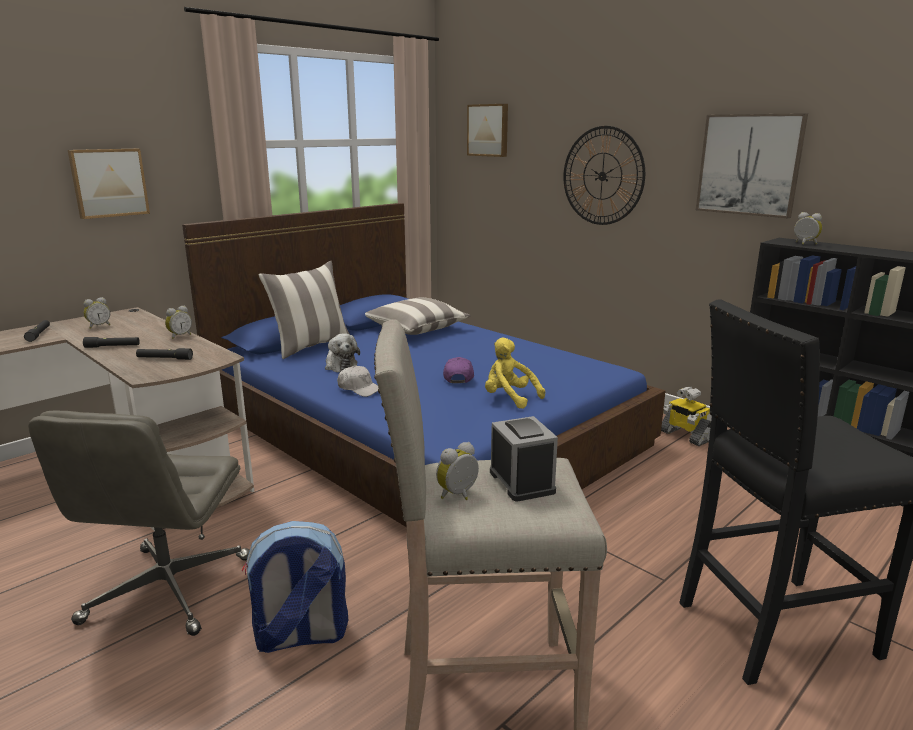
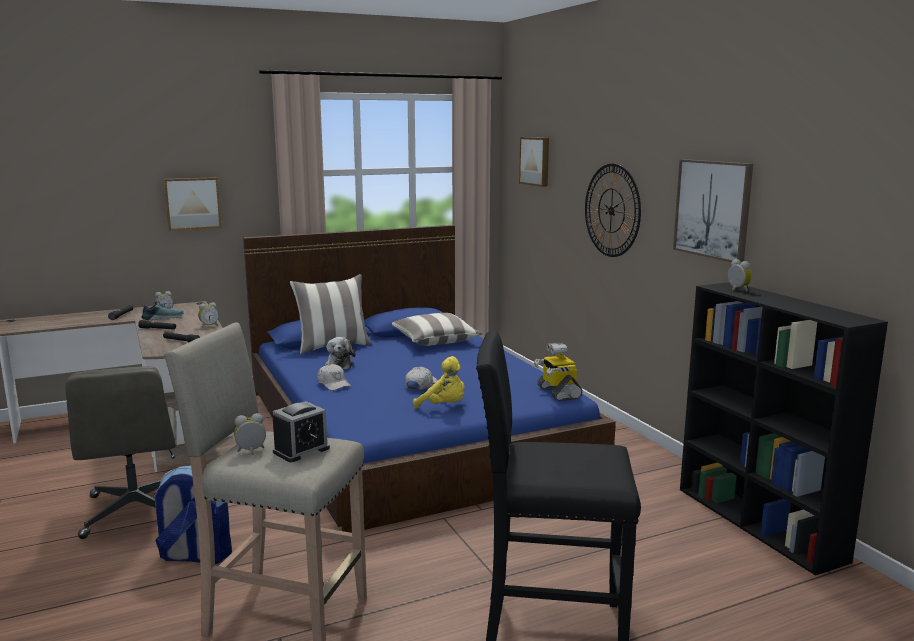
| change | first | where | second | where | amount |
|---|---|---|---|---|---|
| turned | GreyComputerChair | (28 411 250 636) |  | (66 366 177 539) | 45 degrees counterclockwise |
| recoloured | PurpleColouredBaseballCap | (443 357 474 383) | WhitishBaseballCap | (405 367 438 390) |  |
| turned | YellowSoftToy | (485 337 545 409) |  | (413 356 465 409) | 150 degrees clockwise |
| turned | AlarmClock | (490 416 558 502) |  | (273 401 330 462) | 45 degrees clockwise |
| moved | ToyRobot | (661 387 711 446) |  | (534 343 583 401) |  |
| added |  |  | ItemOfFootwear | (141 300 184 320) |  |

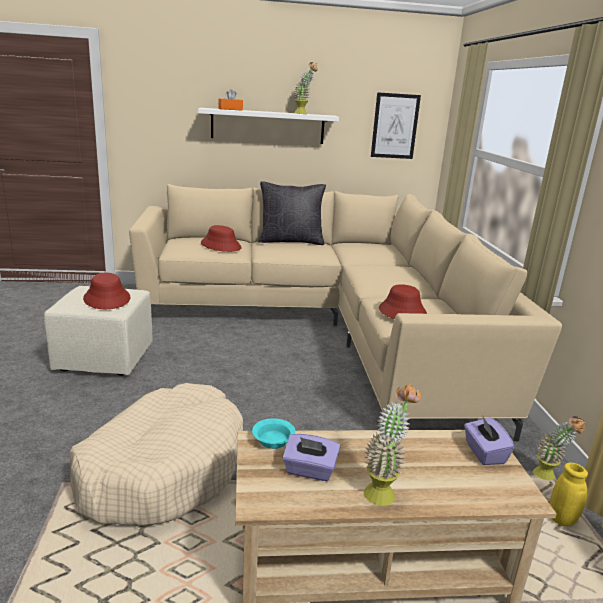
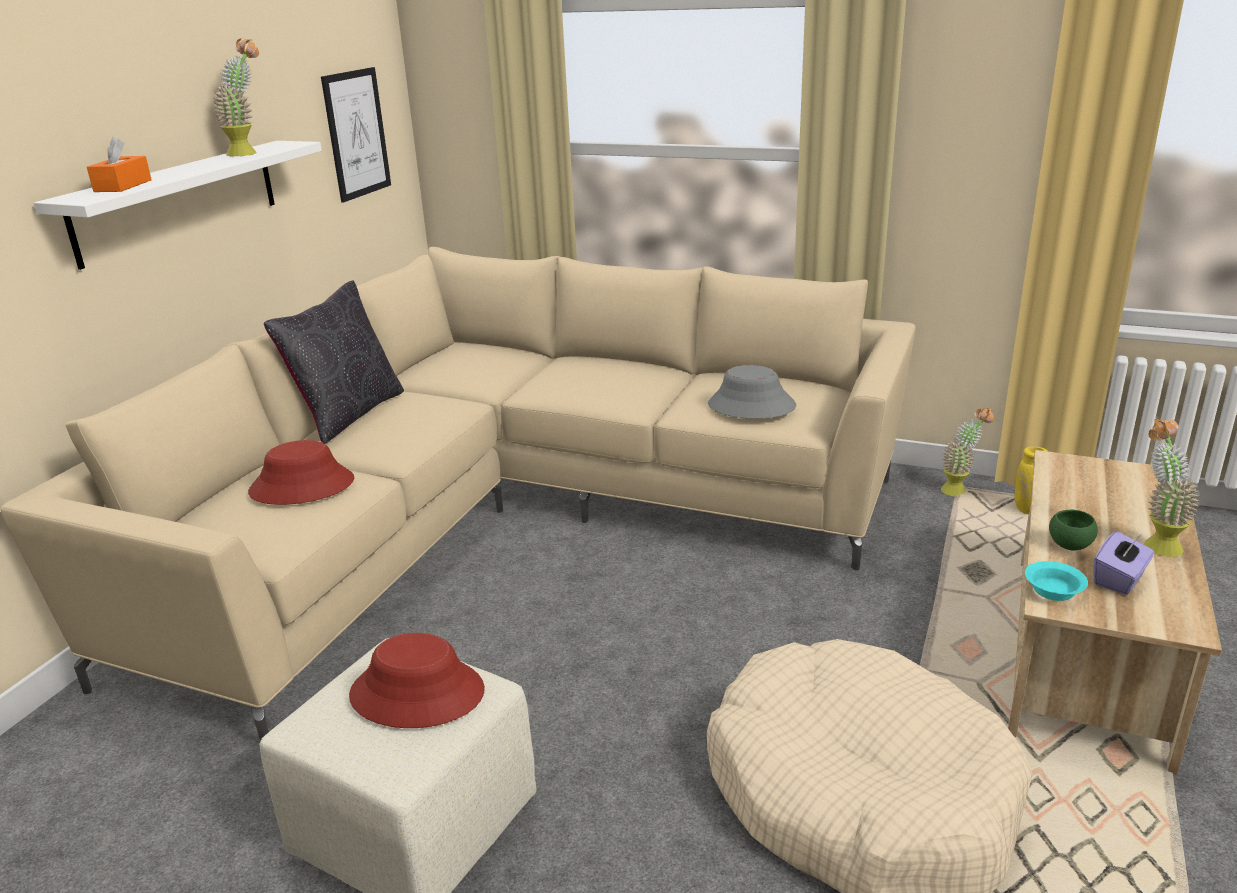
| change | first | where | second | where | amount |
|---|---|---|---|---|---|
| recoloured | ReddishHat | (379 284 427 319) | GreyHat | (708 365 796 419) |  |
| removed | PurpleColouredTissueBox | (464 415 515 465) |  |  |  |
| added |  |  | GreenishServingBowl | (1049 510 1098 550) |  |

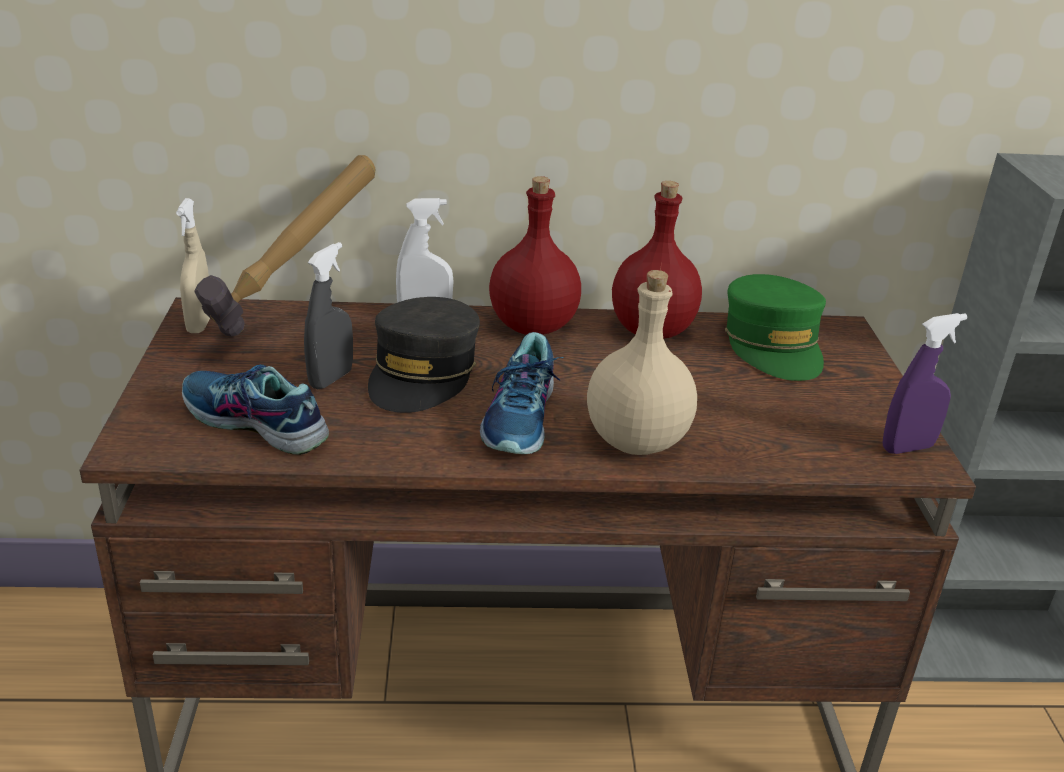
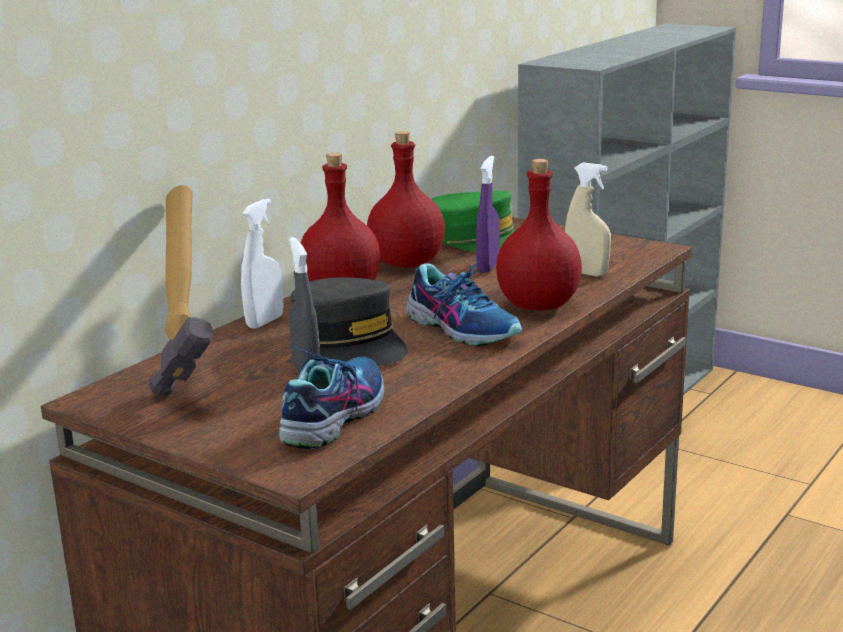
| change | first | where | second | where | amount |
|---|---|---|---|---|---|
| moved | BeigeColouredSprayBottle | (176 198 210 333) |  | (565 163 611 276) |  |
| turned | ItemOfFootwear | (182 365 329 455) |  | (279 347 384 450) | 135 degrees clockwise |
| recoloured | BeigeColouredBottle | (587 270 697 455) | ReddishBottle | (496 159 582 310) |  |
| moved | PurpleColouredSprayBottle | (883 313 967 454) |  | (476 156 500 273) |  |

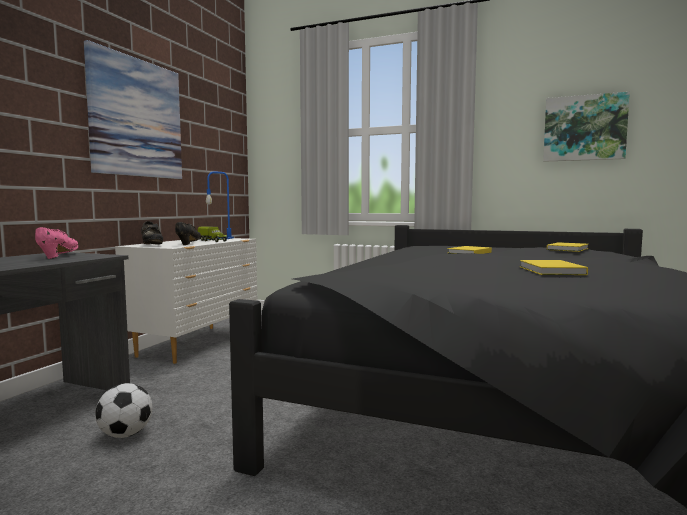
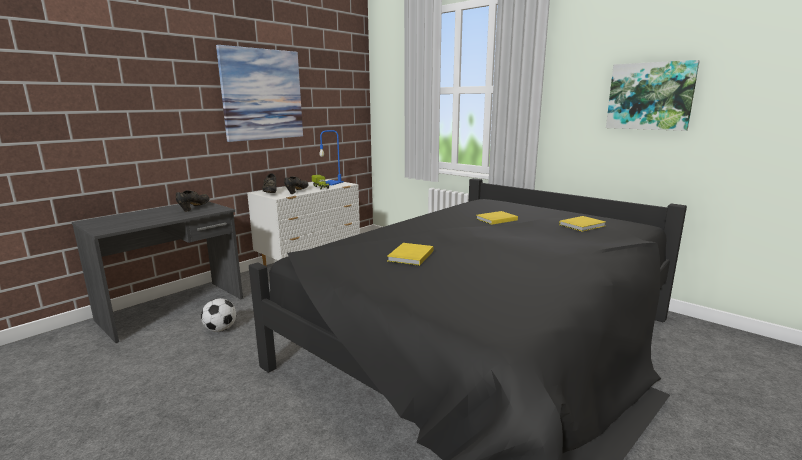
| change | first | where | second | where | amount |
|---|---|---|---|---|---|
| recoloured | PinkItemOfFootwear | (35 227 78 259) | BlackItemOfFootwear | (176 190 209 212) |  |
| moved | YellowBook | (520 260 588 275) |  | (387 243 433 266) |  |

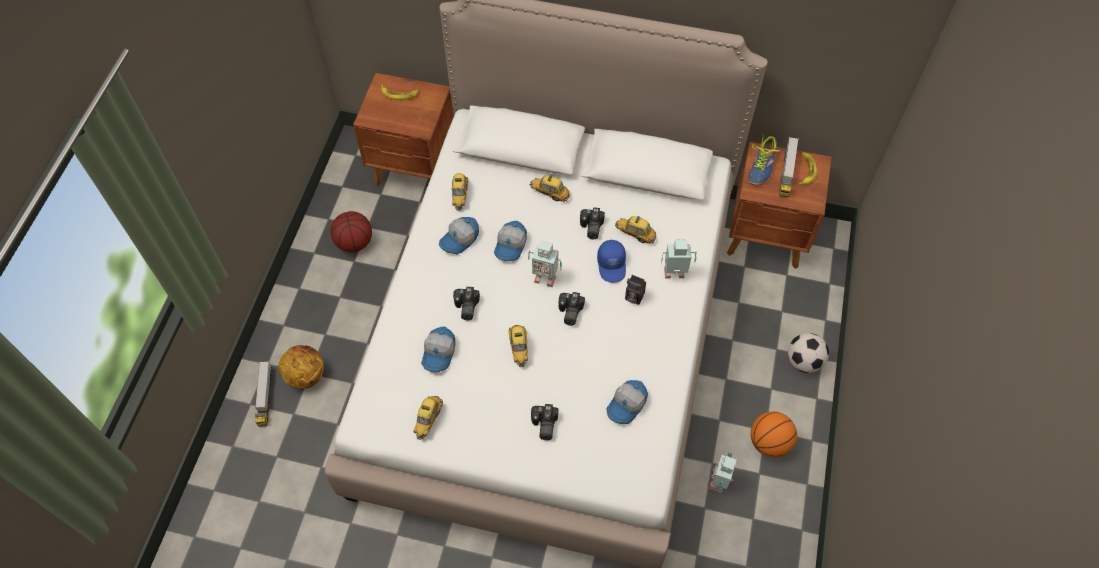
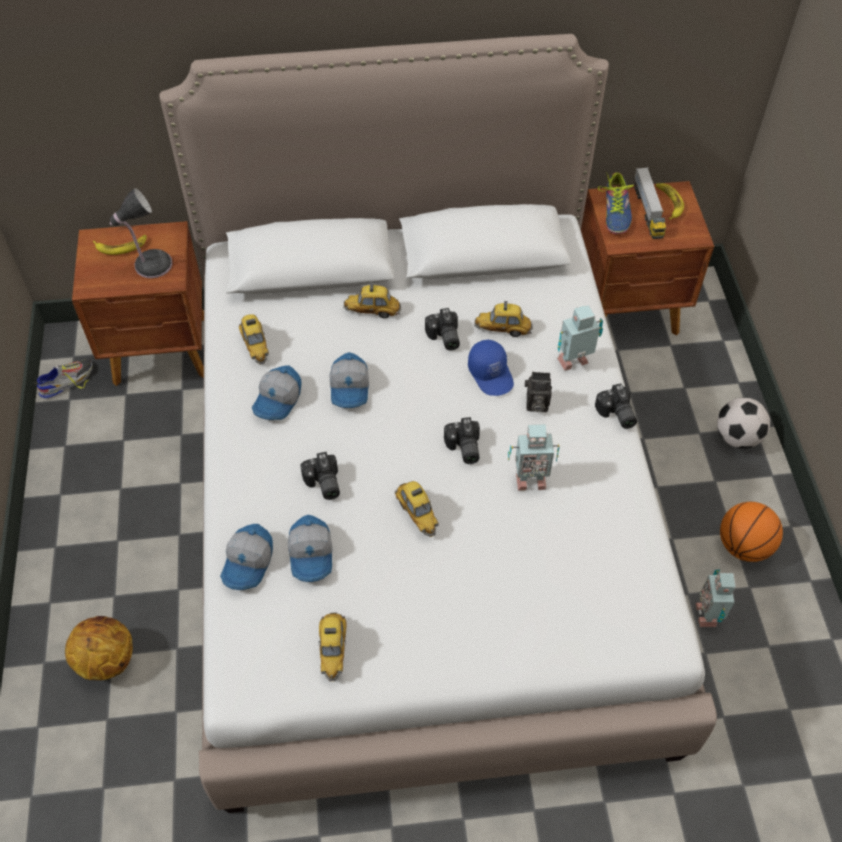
| change | first | where | second | where | amount |
|---|---|---|---|---|---|
| removed | ToyLorry | (255 361 272 427) |  |  |  |
| removed | BallForBasketball | (330 211 372 252) |  |  |  |
| moved | ToyRobot | (528 240 562 287) |  | (508 424 560 490) |  |
| moved | StillCamera | (531 404 558 440) |  | (595 383 637 429) |  |
| moved | BaseballCap | (606 380 648 424) |  | (220 524 273 590) |  |
| added |  |  | ItemOfFootwear | (35 359 92 398) |  |
| added |  |  | TableLamp | (110 188 172 278) |  |

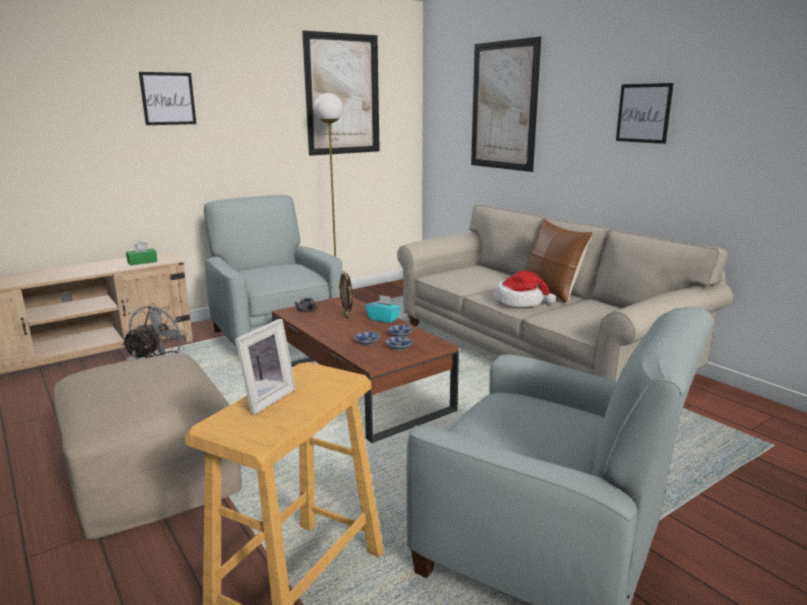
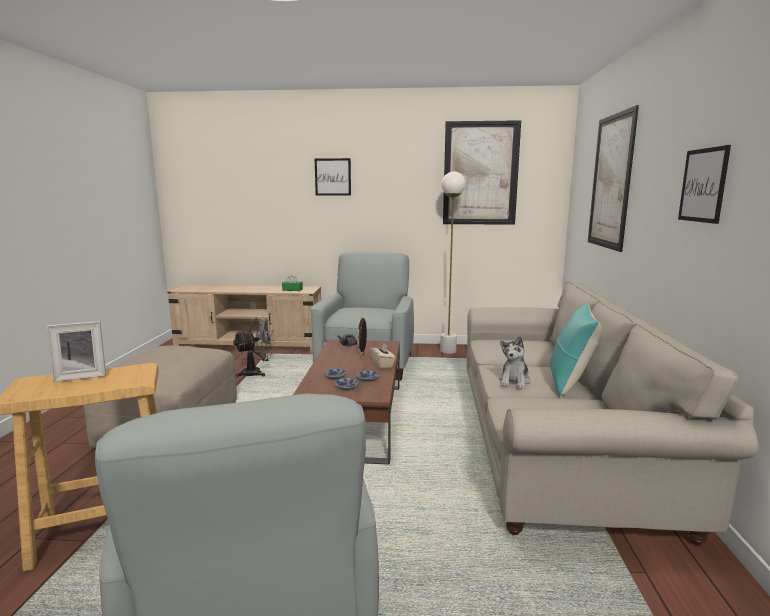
| change | first | where | second | where | amount |
|---|---|---|---|---|---|
| recoloured | TurquoiseTissueBox | (365 295 401 323) | BeigeColouredTissueBox | (370 343 396 369) |  |
| replaced | Hat | (494 271 556 307) | SoftToy | (499 336 531 389) |  |
| recoloured | BrownThrowPillow | (525 219 593 303) | TurquoiseThrowPillow | (550 302 602 395) |  |

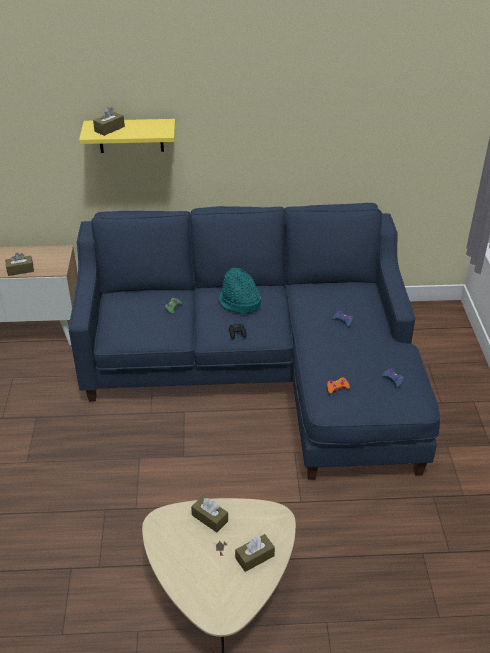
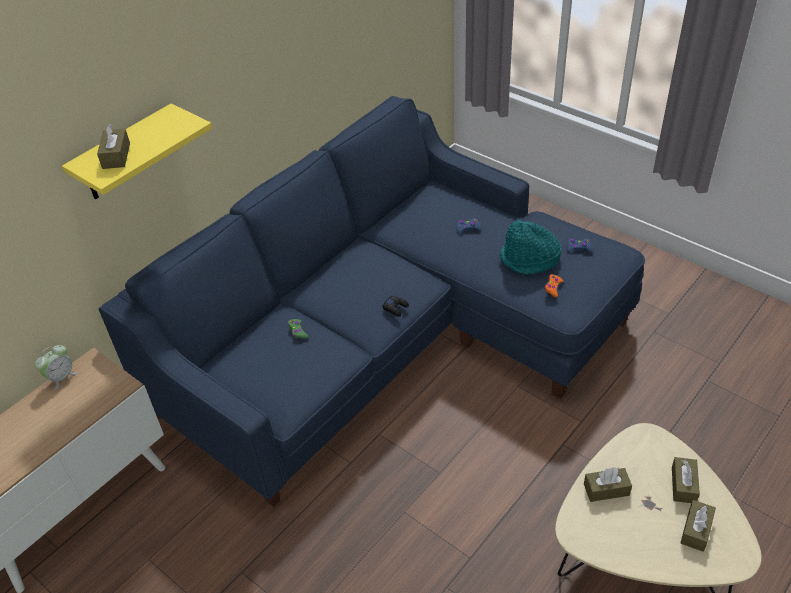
| change | first | where | second | where | amount |
|---|---|---|---|---|---|
| moved | BrownTissueBox | (5 253 34 276) |  | (680 500 716 552) |  |
| moved | TurquoiseHat | (219 268 261 314) |  | (500 220 562 274) |  |
| added |  |  | AlarmClock | (35 345 77 390) |  |

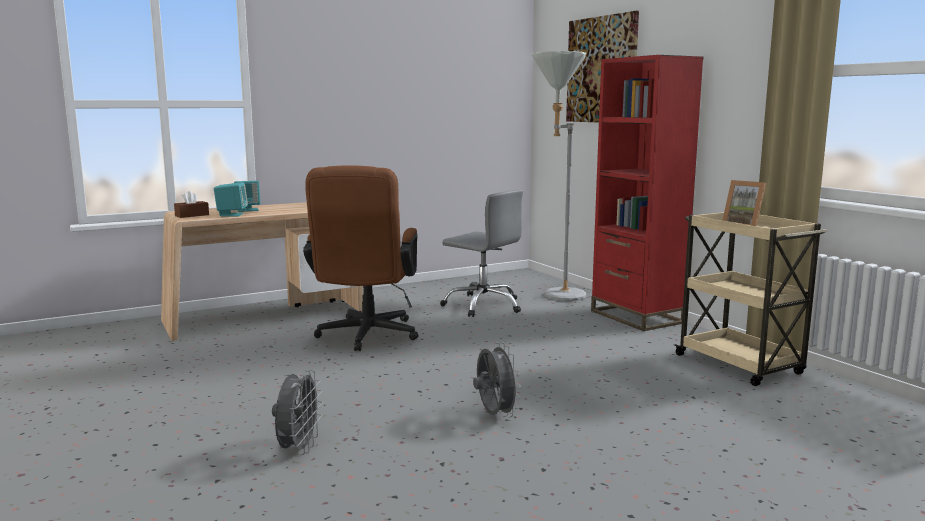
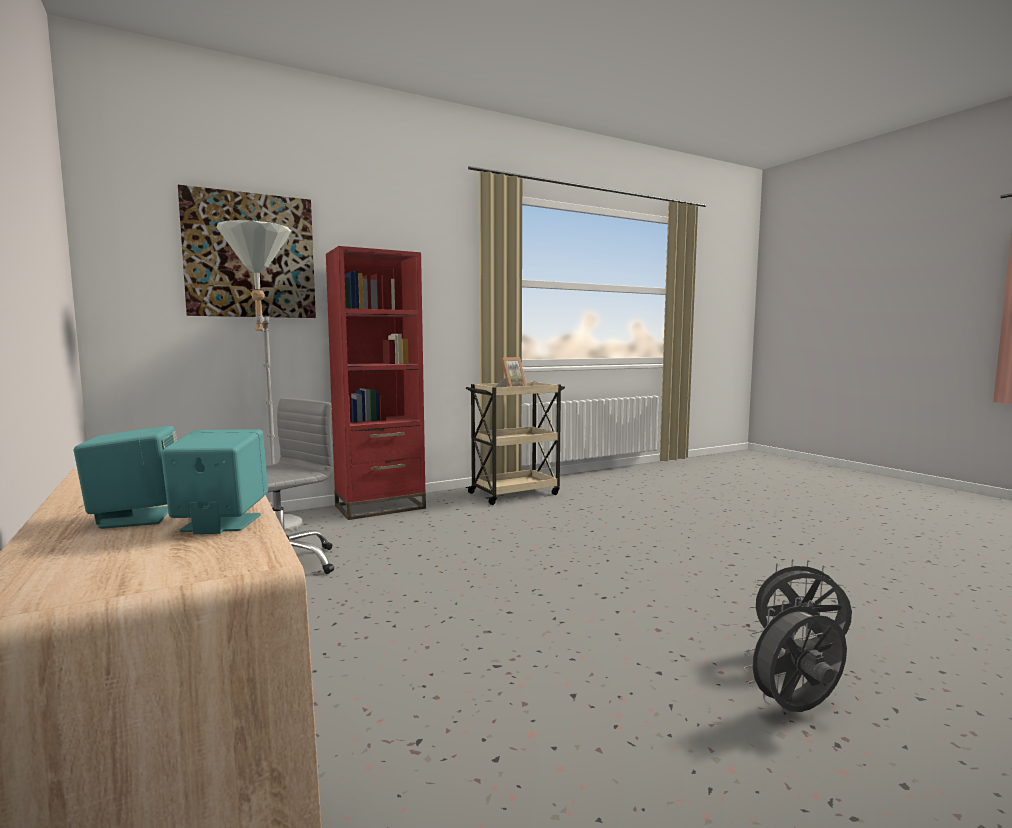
| change | first | where | second | where | amount |
|---|---|---|---|---|---|
| removed | BrownTissueBox | (174 191 209 218) |  |  |  |
| removed | BrownComputerChair | (303 165 418 351) |  |  |  |
| moved | GreyFan | (473 342 521 418) |  | (743 597 847 712) |  |

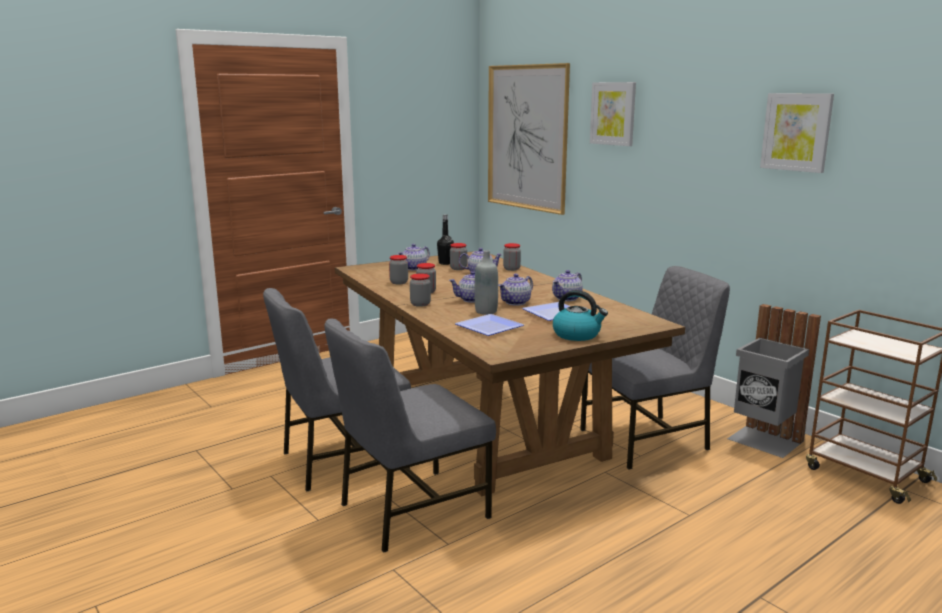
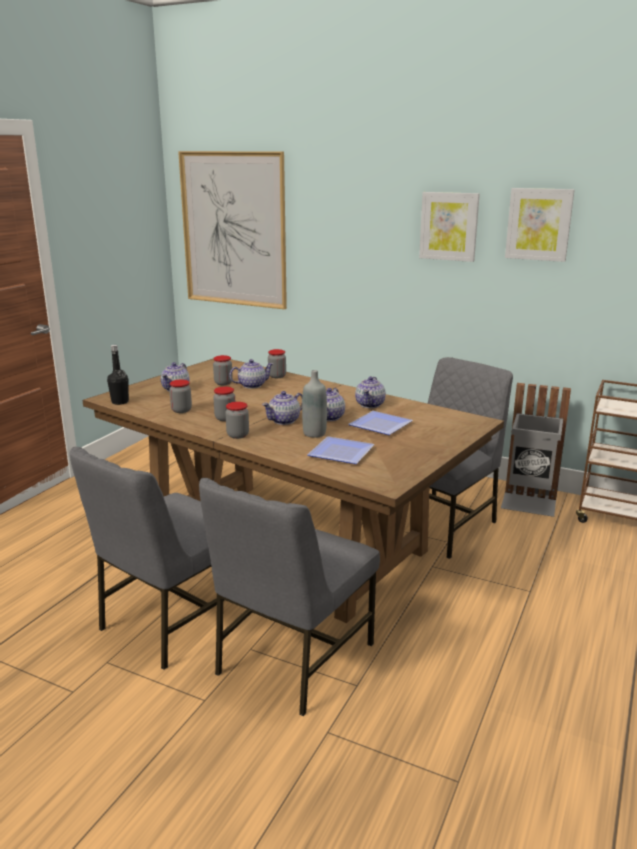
| change | first | where | second | where | amount |
|---|---|---|---|---|---|
| moved | BlackBottle | (437 215 454 265) |  | (107 345 129 405) |  |
| removed | TeaKettle | (553 290 608 341) |  |  |  |
| moved | WallPicture | (590 82 636 146) |  | (419 192 480 262) |  |

